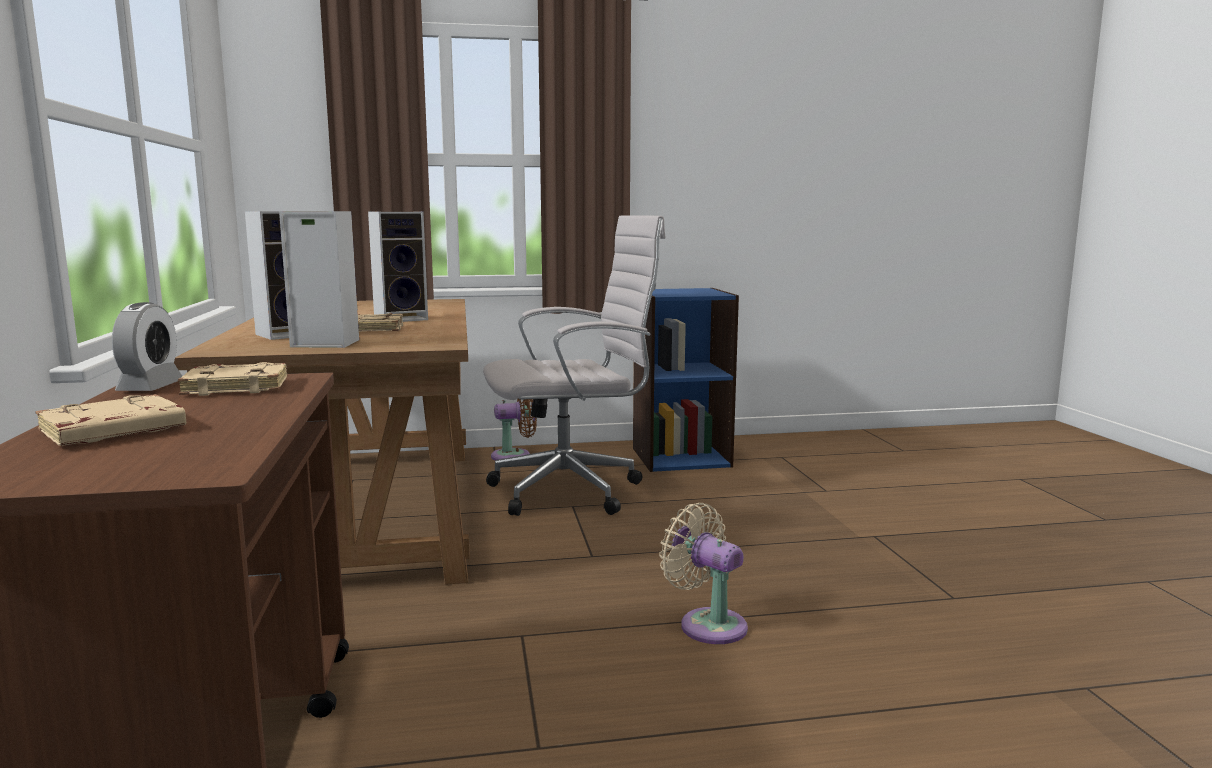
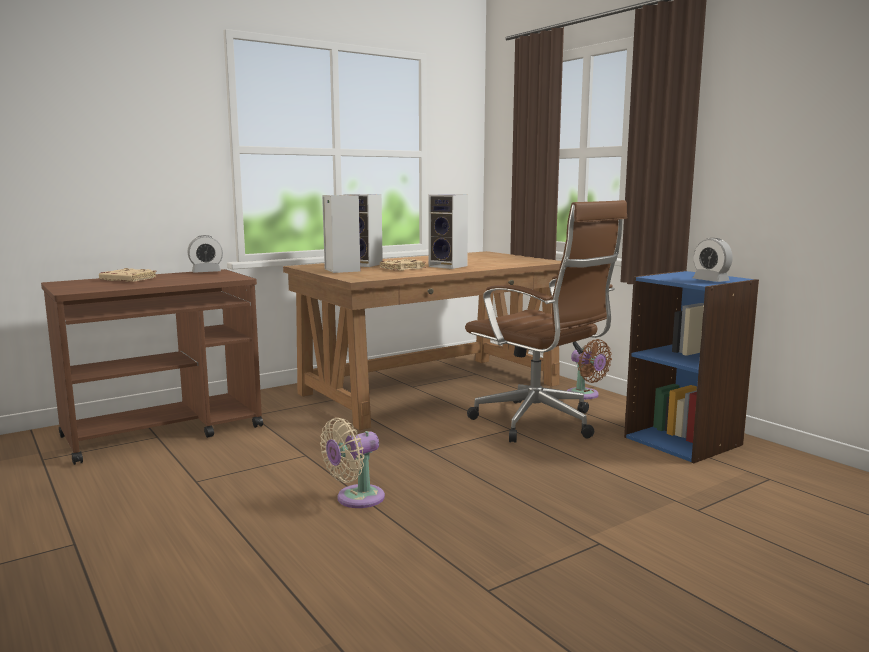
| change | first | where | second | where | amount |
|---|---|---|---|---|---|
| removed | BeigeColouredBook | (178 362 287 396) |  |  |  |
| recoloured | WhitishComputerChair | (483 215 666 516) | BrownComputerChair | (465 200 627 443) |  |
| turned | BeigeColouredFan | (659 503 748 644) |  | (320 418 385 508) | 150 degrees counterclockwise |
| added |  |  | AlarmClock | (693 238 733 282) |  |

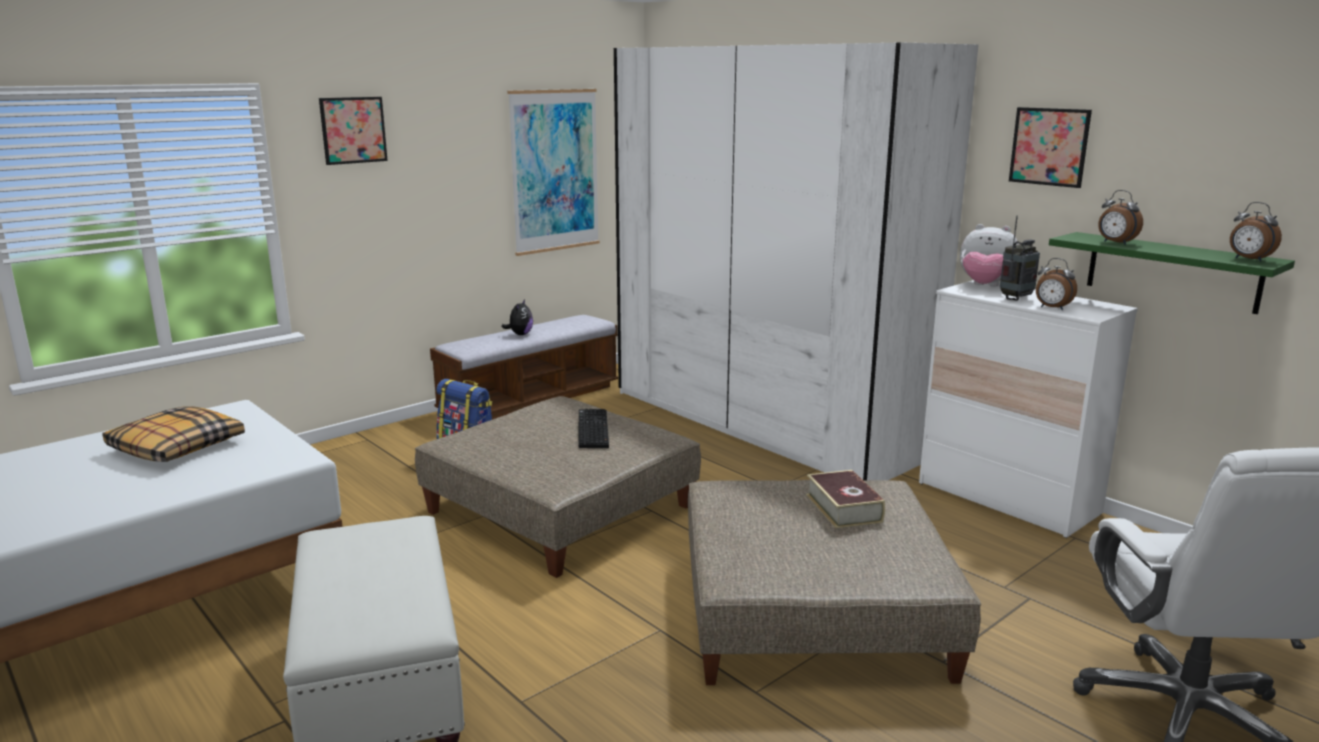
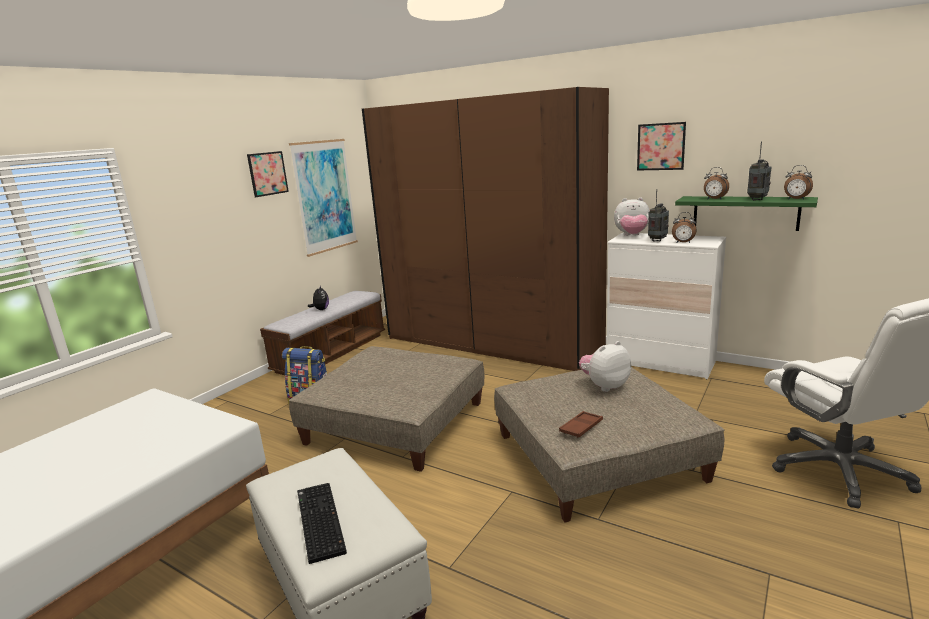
| change | first | where | second | where | amount |
|---|---|---|---|---|---|
| removed | ThrowPillow | (102 406 245 462) |  |  |  |
| moved | WallPicture | (319 97 388 165) |  | (247 151 289 197) |  |
| moved | PcKeyboard | (579 409 609 448) |  | (297 483 347 564) |  |
| recoloured | WhitishClothesCupboard | (614 42 978 480) | BrownClothesCupboard | (362 87 609 371) |  |
| replaced | Book | (806 470 885 528) | SoftToy | (579 341 631 392) |  |
| added |  |  | BrownServingTray | (559 411 603 438) |  |
| added |  |  | RadioReceiver | (747 141 771 200) |  |

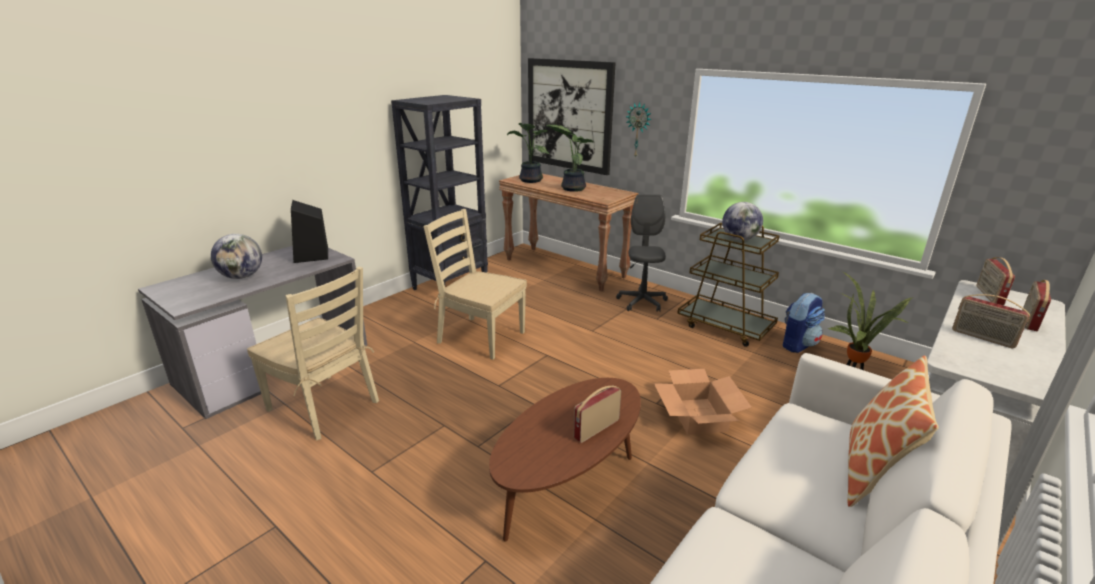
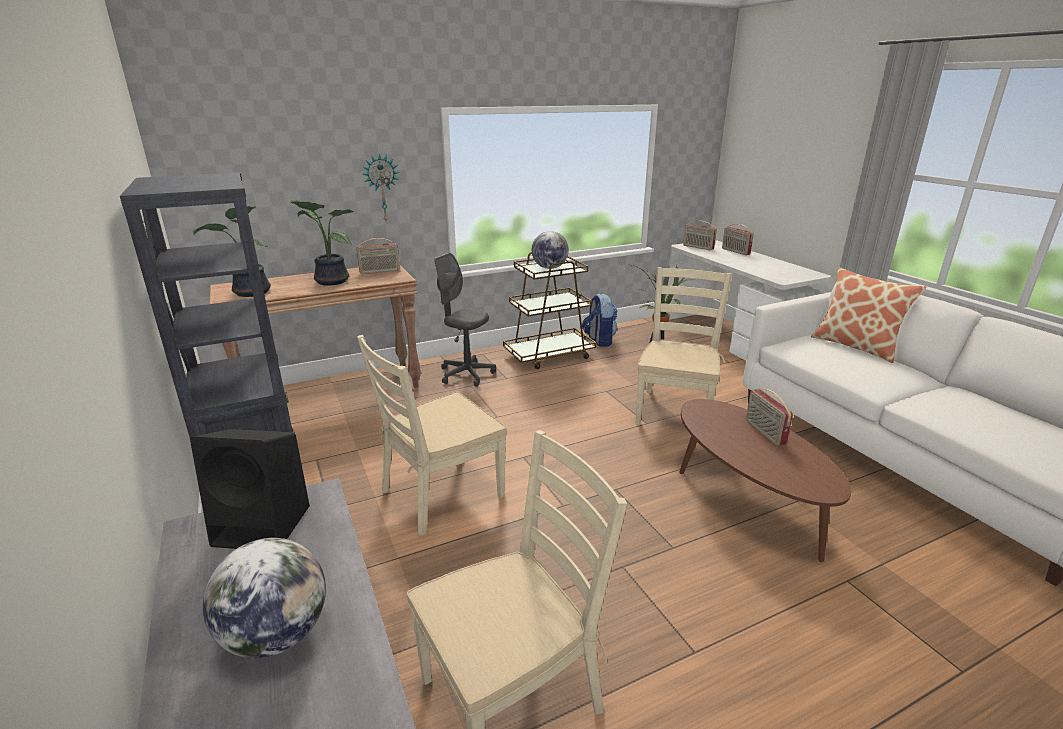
| change | first | where | second | where | amount |
|---|---|---|---|---|---|
| removed | WallPicture | (528 58 616 175) |  |  |  |
| replaced | CardboardBox | (654 369 752 435) | BeigeColouredChair | (636 267 732 425) |  |
| moved | RadioReceiver | (952 294 1030 348) |  | (356 238 400 274) |  |

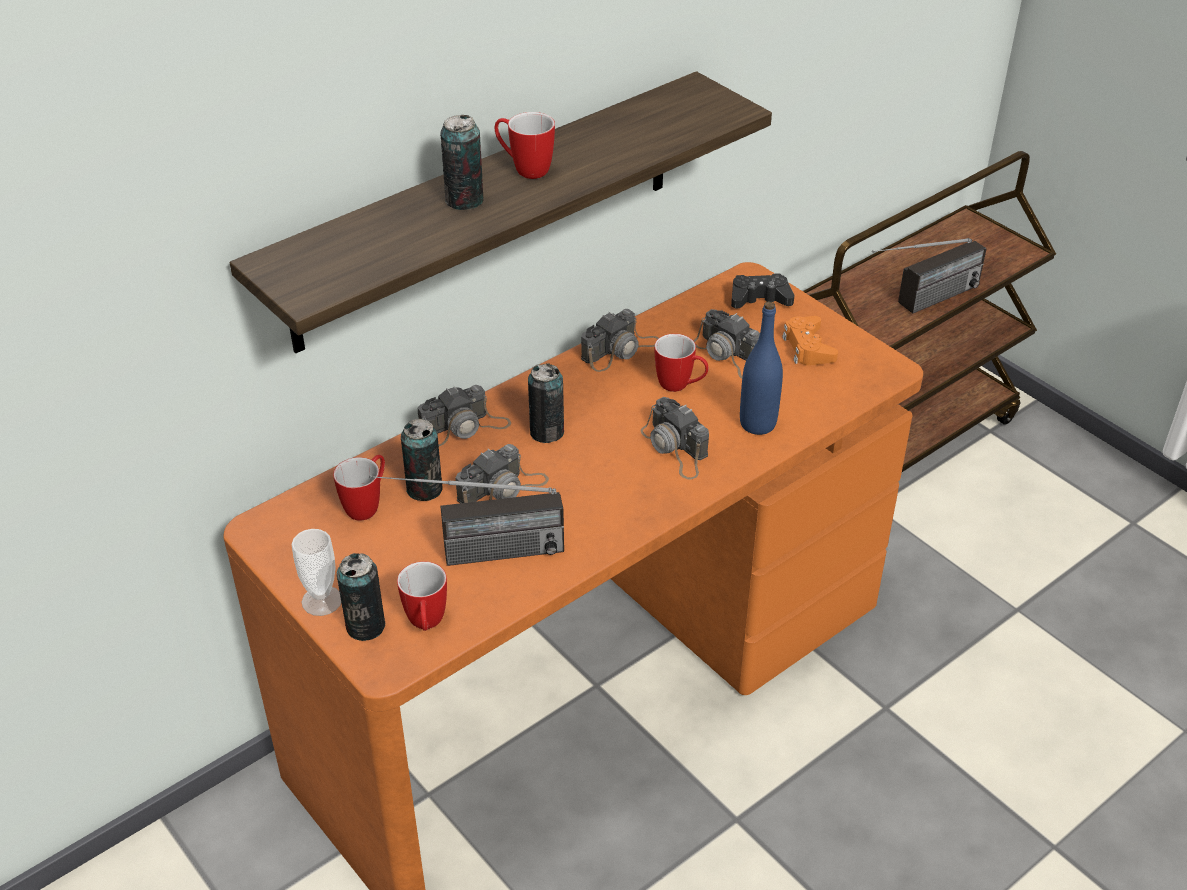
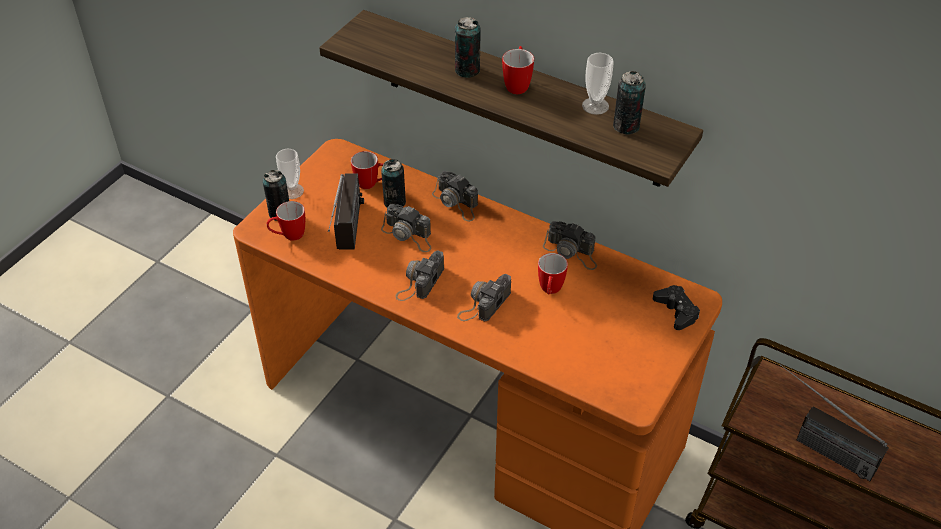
| change | first | where | second | where | amount |
|---|---|---|---|---|---|
| turned | RadioReceiver | (369 475 564 566) |  | (328 173 364 250) | 150 degrees counterclockwise |
| moved | Can | (528 363 564 443) |  | (613 71 646 135) |  |
| moved | StillCamera | (694 309 760 379) |  | (395 250 444 301) |  |
| removed | BlueColouredBottle | (740 301 783 435) |  |  |  |
| removed | OrangeGameController | (782 316 838 366) |  |  |  |
| added |  |  | SmallCup | (582 53 614 115) |  |

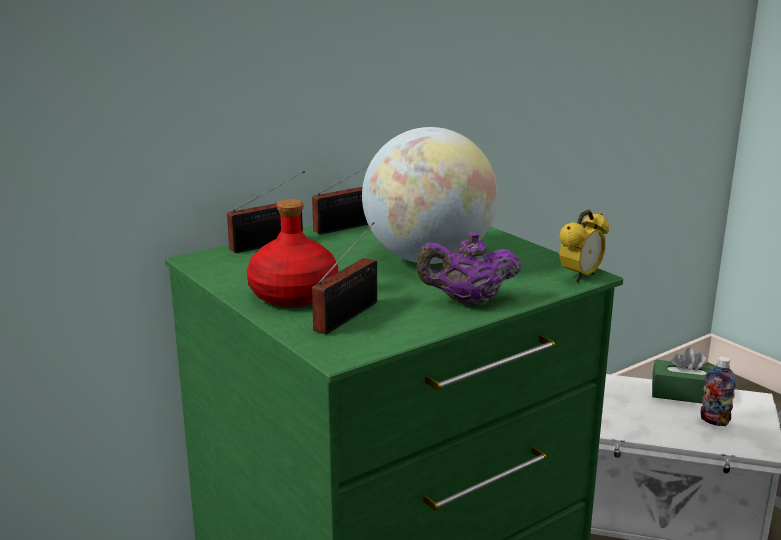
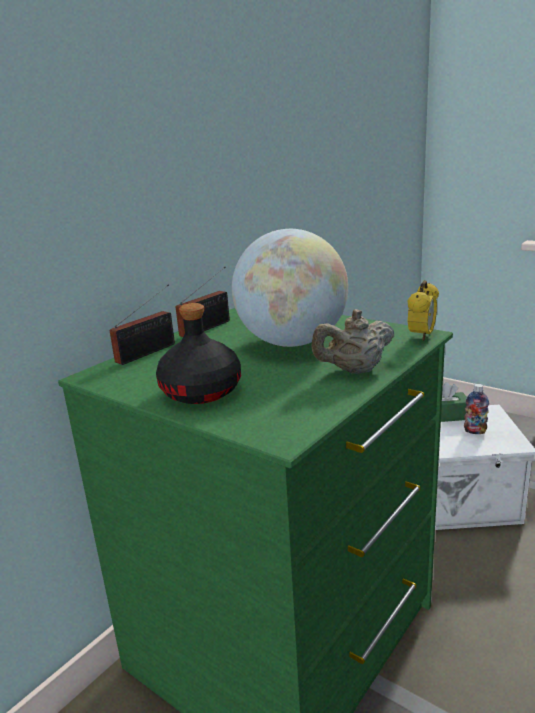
| change | first | where | second | where | amount |
|---|---|---|---|---|---|
| recoloured | ReddishBottle | (247 199 338 307) | BlackBottle | (156 303 241 404) |  |
| removed | RadioReceiver | (312 222 377 334) |  |  |  |
| recoloured | PurpleColouredTeaPot | (417 232 522 306) | BeigeColouredTeaPot | (311 309 394 374) |  |

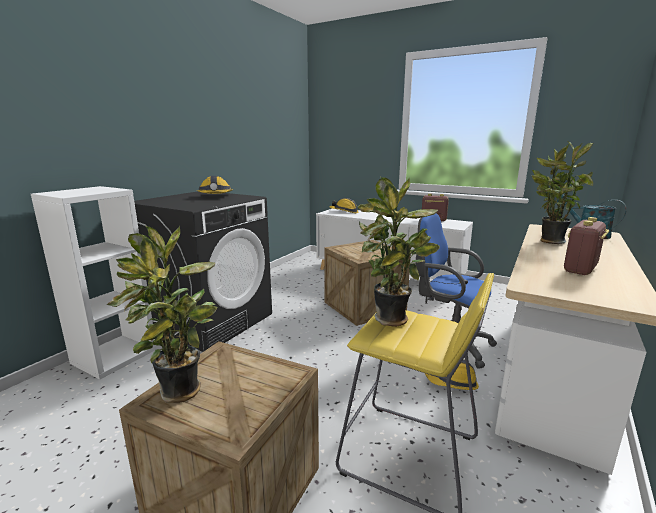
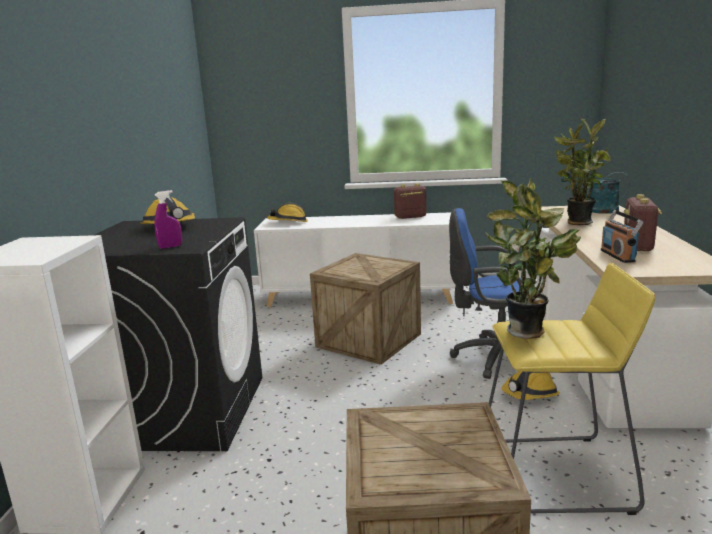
| change | first | where | second | where | amount |
|---|---|---|---|---|---|
| removed | PottedPlant | (106 226 217 403) |  |  |  |
| added |  |  | PurpleColouredSprayBottle | (154 190 182 249) |  |
| added |  |  | RadioReceiver | (601 210 644 263) |  |

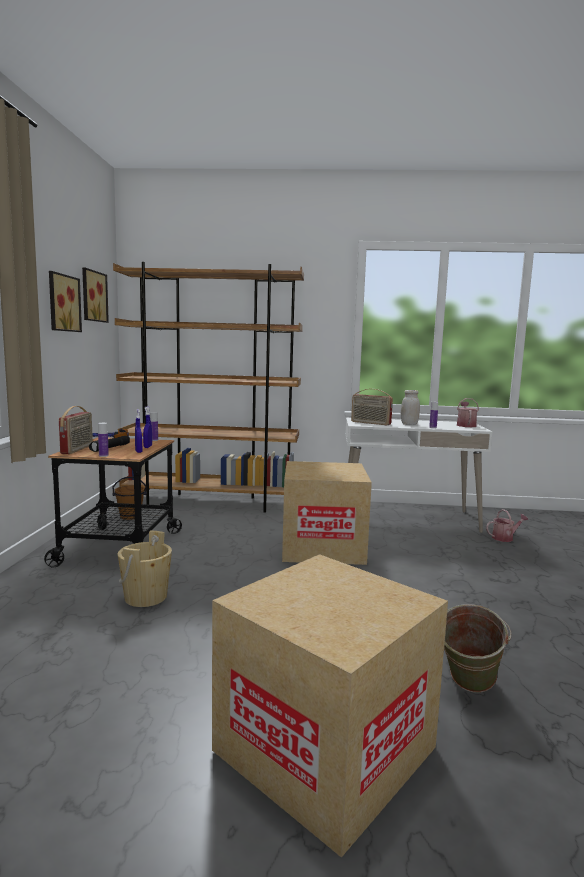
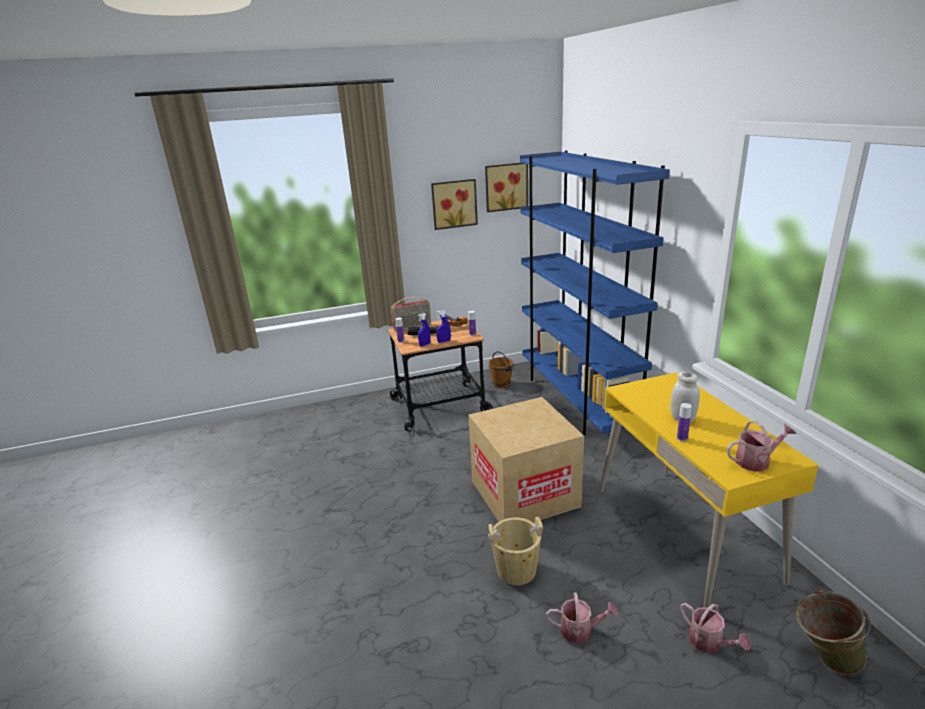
| change | first | where | second | where | amount |
|---|---|---|---|---|---|
| recoloured | BrownShelvingUnit | (113 262 304 513) | BlueColouredShelvingUnit | (520 150 670 435) |  |
| moved | BeigeColouredWaterBucket | (118 531 172 607) |  | (488 517 543 585) |  |
| removed | CardboardBox | (212 554 448 858) |  |  |  |
| recoloured | WhitishDeskTable | (345 418 492 533) | YellowDeskTable | (599 372 819 607) |  |
| removed | RadioReceiver | (351 389 393 425) |  |  |  |
| moved | GreenishWaterBucket | (444 604 512 693) |  | (796 589 871 675) |  |
| added |  |  | SprinklingCan | (546 592 618 643) |  |

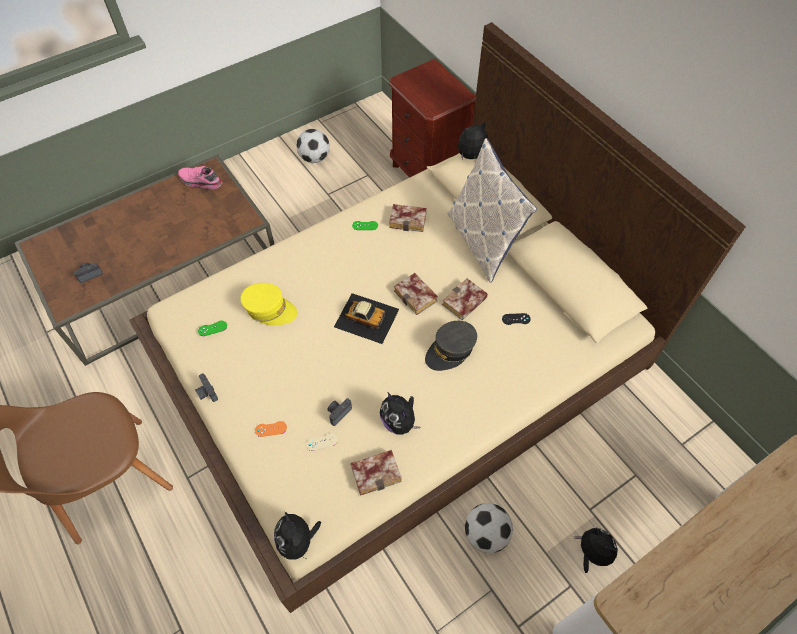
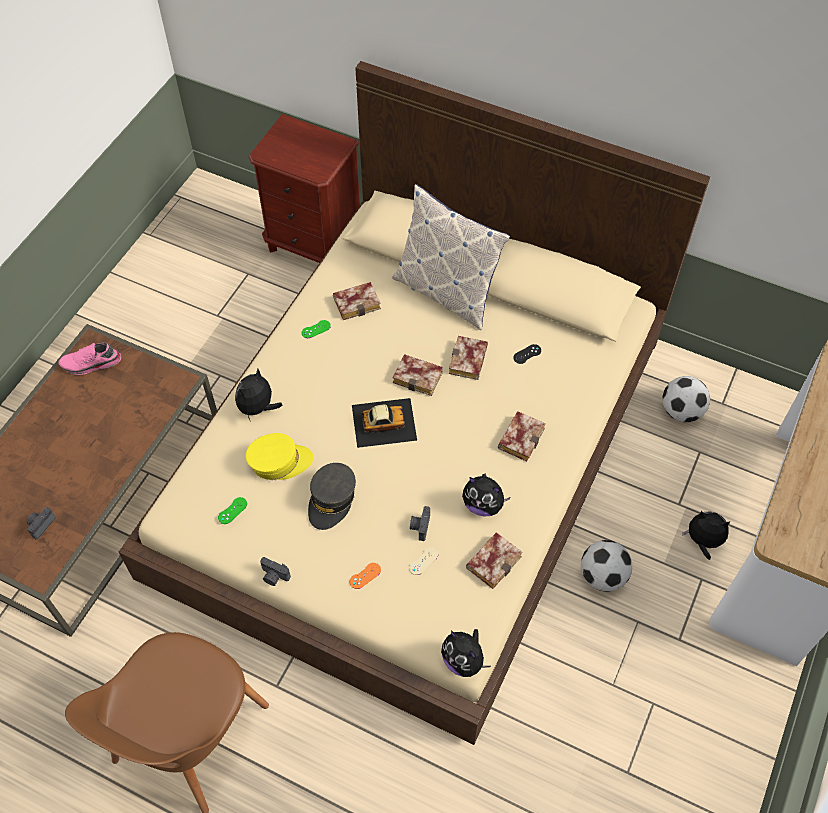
| change | first | where | second | where | amount |
|---|---|---|---|---|---|
| moved | FootballBall | (296 129 330 163) |  | (662 376 710 422) |  |
| moved | GreyBaseballCap | (425 321 477 371) |  | (308 463 356 530) |  |
| moved | SoftToy | (458 121 488 159) |  | (235 369 282 422) |  |
| added |  |  | Book | (498 411 546 462) |  |

